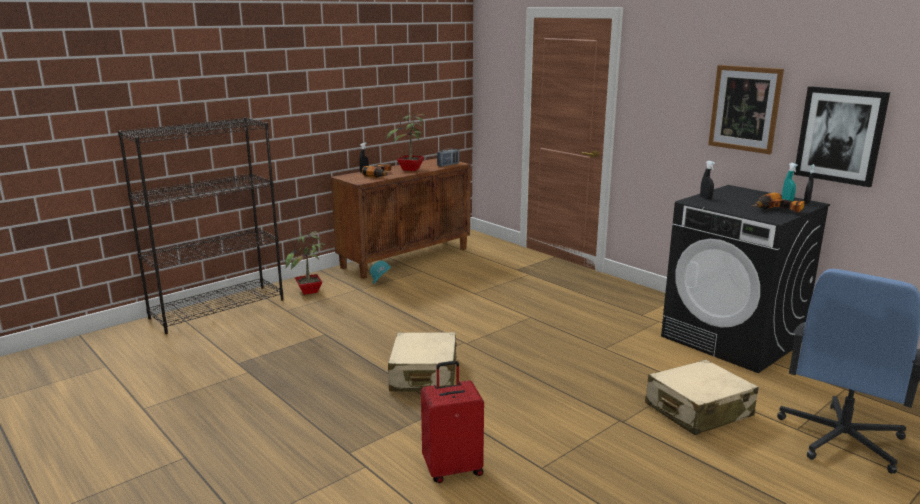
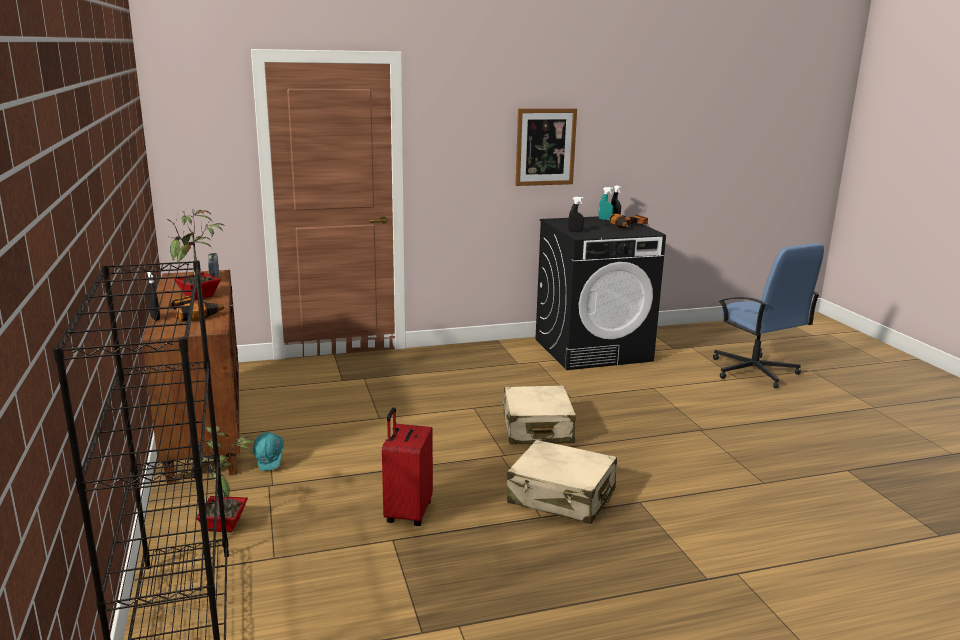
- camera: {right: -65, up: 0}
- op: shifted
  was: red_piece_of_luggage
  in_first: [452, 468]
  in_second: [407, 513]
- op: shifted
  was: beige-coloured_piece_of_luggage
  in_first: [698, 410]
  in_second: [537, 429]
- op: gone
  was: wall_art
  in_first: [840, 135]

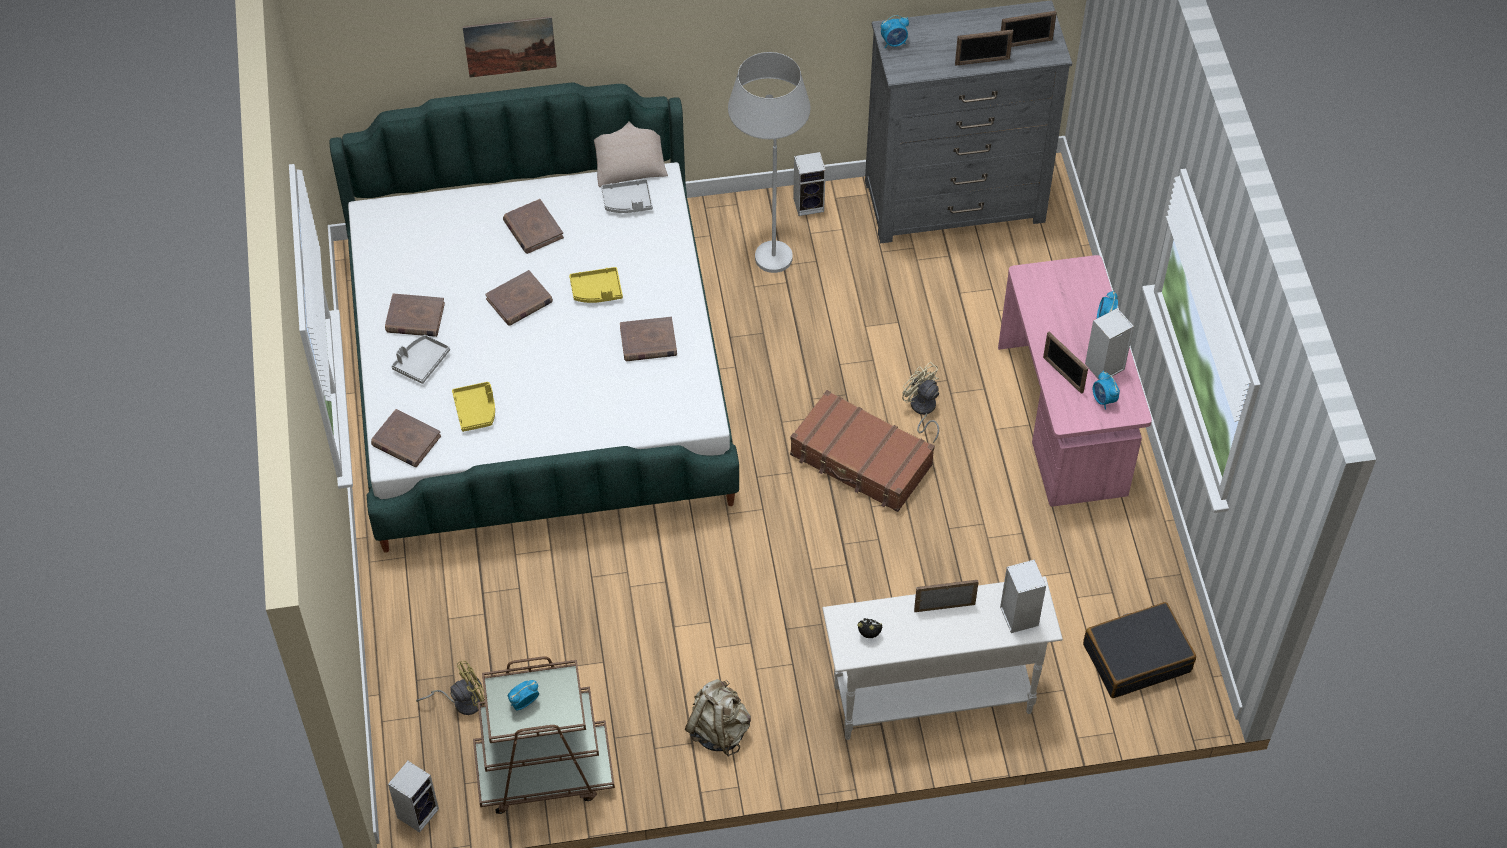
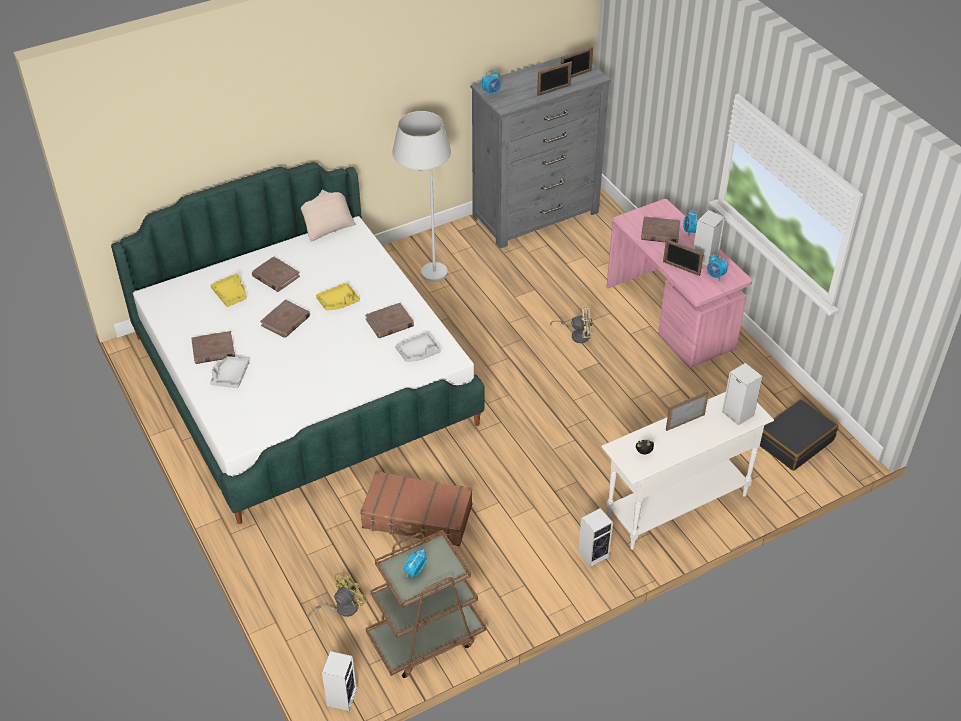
- camera: {right: -20, up: -10}
- op: shifted
  was: brown_volume
  in_first: [406, 441]
  in_second: [660, 232]
- op: shifted
  was: yellow-coloured_serving_tray
  in_first: [476, 410]
  in_second: [231, 294]
- op: gone
  was: wall_art
  in_first: [510, 46]
- op: shifted
  was: gray_serving_tray
  in_first: [627, 202]
  in_second: [418, 352]
- op: gone
  was: beige-coloured_knapsack
  in_first: [719, 730]
- op: shifted
  was: brown_piece_of_luggage
  in_first: [861, 461]
  in_second: [417, 517]
- op: shifted
  was: audio_speaker
  in_first: [809, 204]
  in_second: [594, 553]
- op: rotated
  was: beige-coloured_cooling_fan
  in_first: [922, 410]
  in_second: [577, 335]
  clockwise: 150

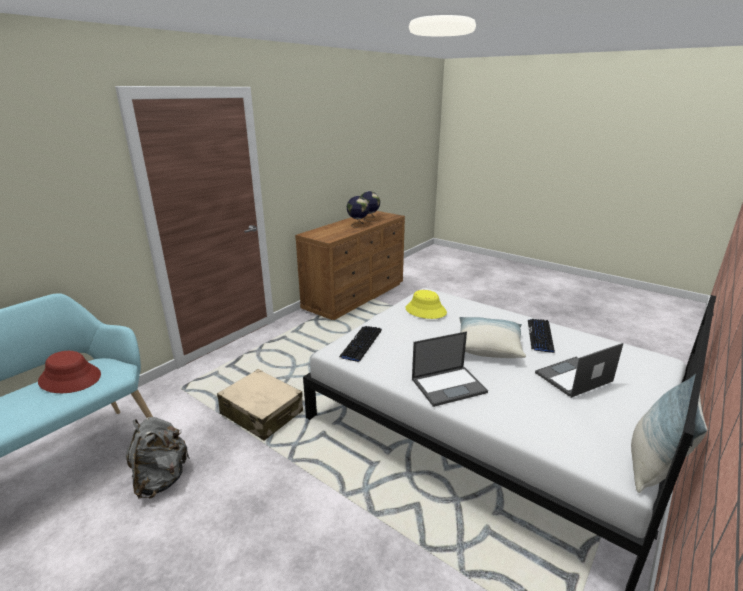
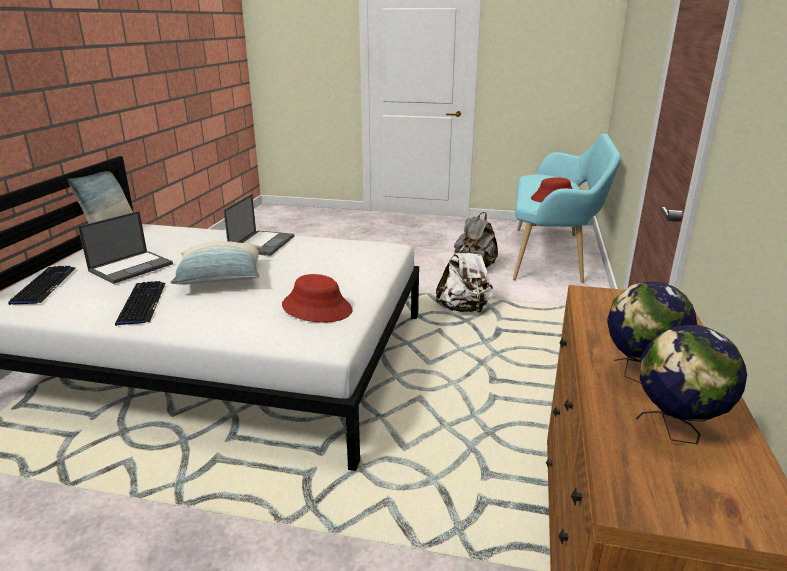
- camera: {right: 155, up: 0}
- op: swapped
  was: beige-coloured_piece_of_luggage
  now: white_knapsack
  in_first: [262, 413]
  in_second: [464, 309]
- op: shifted
  was: PC_keyboard
  in_first: [361, 344]
  in_second: [44, 286]
- op: repainted
  was: yellow-coloured_wearable_hat
  now: red_wearable_hat
  in_first: [425, 311]
  in_second: [317, 308]
- op: rotated
  was: laptop
  in_first: [449, 385]
  in_second: [262, 243]
  clockwise: 150

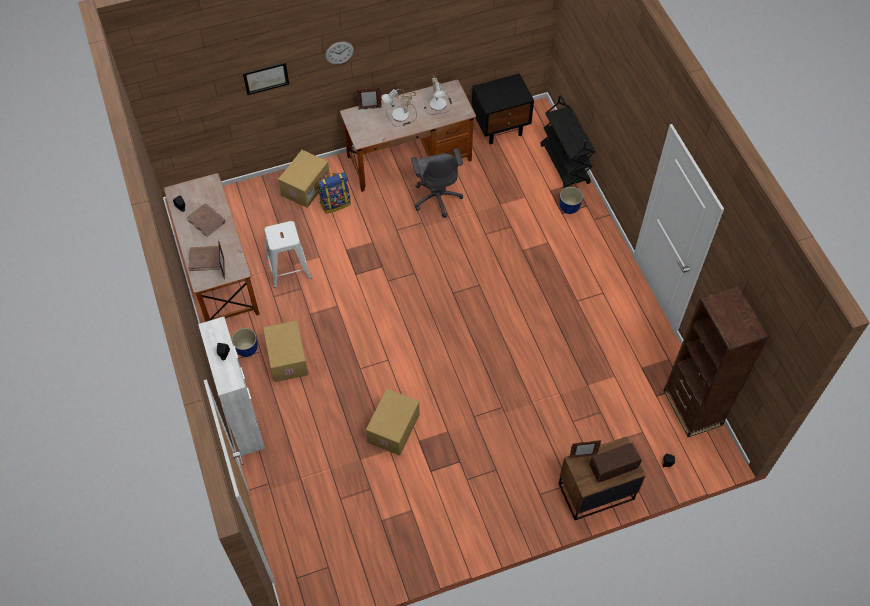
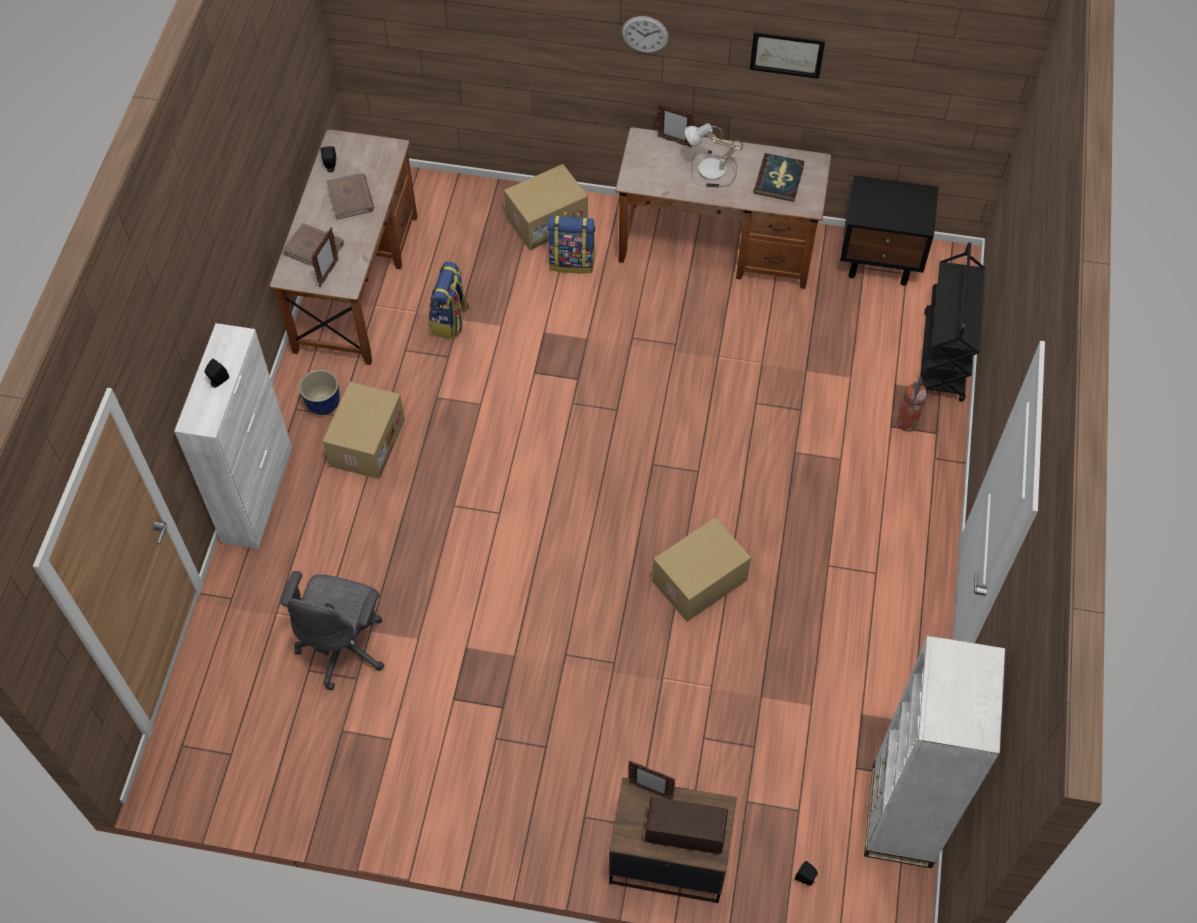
- camera: {right: 30, up: 0}
- op: shifted
  was: wall_art
  in_first: [266, 78]
  in_second: [786, 54]
- op: swapped
  was: white_stool_seat
  now: knapsack
  in_first: [288, 268]
  in_second: [450, 320]
- op: shifted
  was: packing_box
  in_first: [394, 429]
  in_second: [700, 582]
- op: shifted
  was: gray_computer_chair
  in_first: [437, 197]
  in_second: [344, 646]
- op: swapped
  was: lamp_for_a_table
  now: volume
  in_first: [440, 104]
  in_second: [779, 179]
- op: swapped
  was: plant_pot
  now: fire-fighting_cylinder
  in_first: [569, 208]
  in_second: [906, 424]
- op: repainted
  was: brown_bookshelf
  now: white_bookshelf
  in_first: [692, 408]
  in_second: [901, 816]

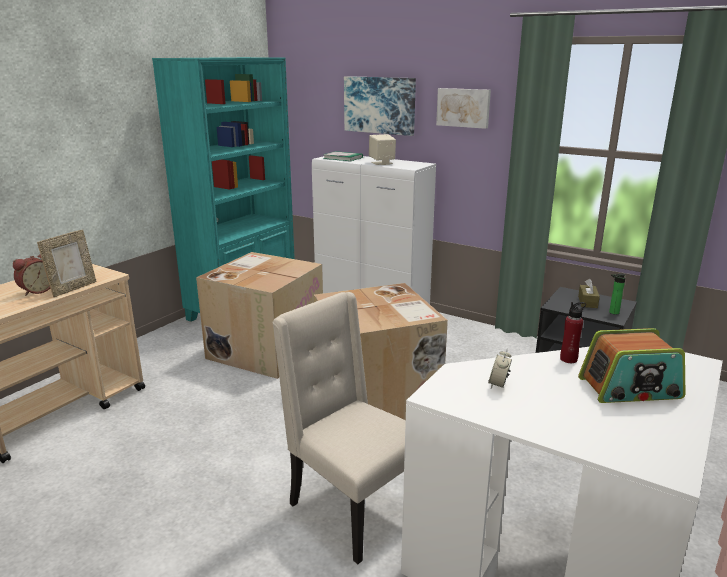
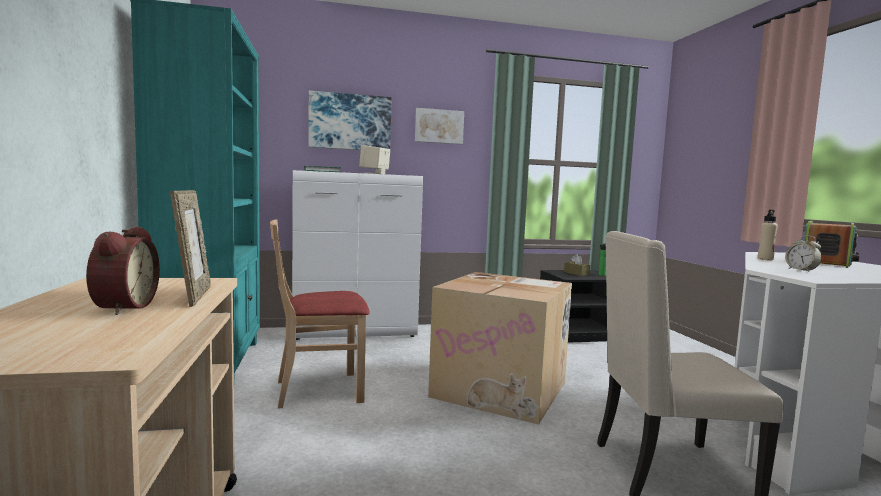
- camera: {right: -45, up: -15}
- op: swapped
  was: packing_box
  now: beige-coloured_chair
  in_first: [266, 349]
  in_second: [319, 390]
- op: repainted
  was: red_beverage_bottle
  now: beige-coloured_beverage_bottle
  in_first: [568, 359]
  in_second: [765, 259]

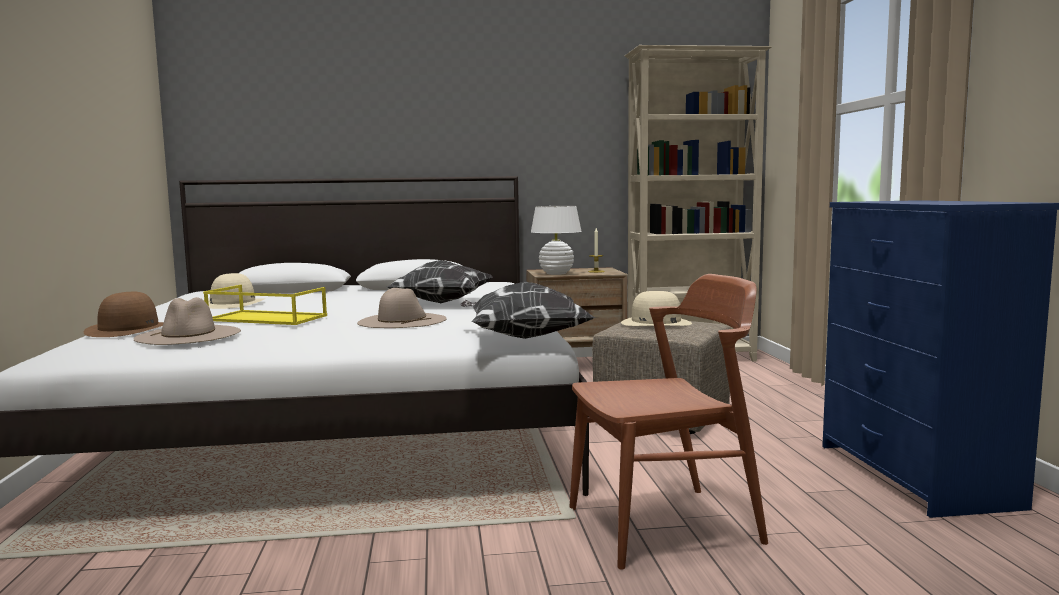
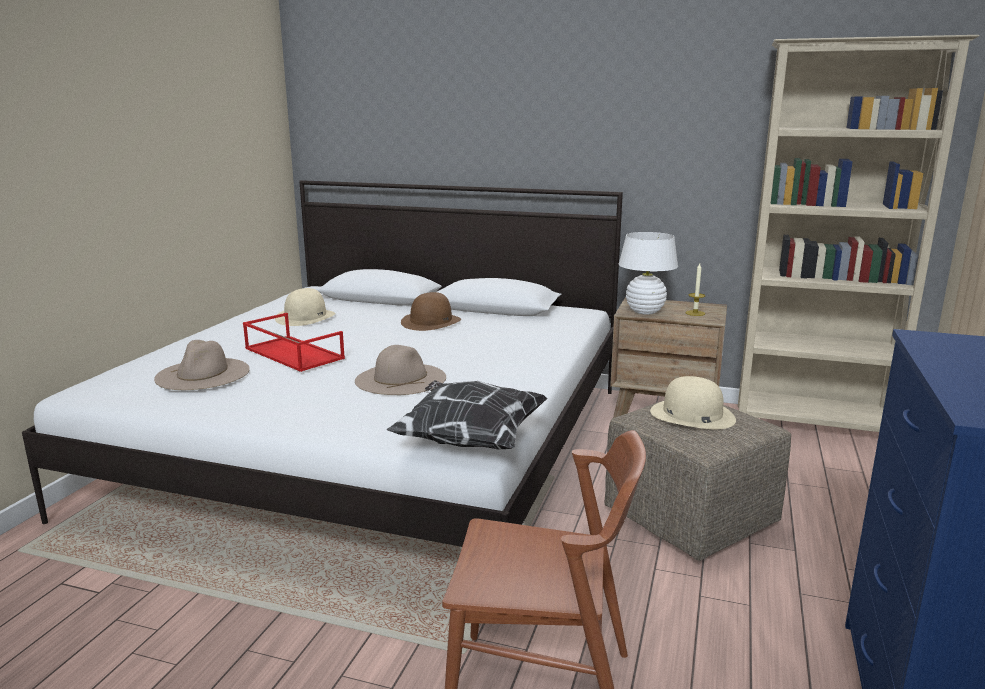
- camera: {right: 25, up: 10}
- op: shifted
  was: brown_wearable_hat
  in_first: [129, 329]
  in_second: [431, 321]
- op: repainted
  was: yellow-coloured_serving_tray
  now: red_serving_tray
  in_first: [265, 318]
  in_second: [292, 353]
- op: gone
  was: pillow
  in_first: [440, 303]

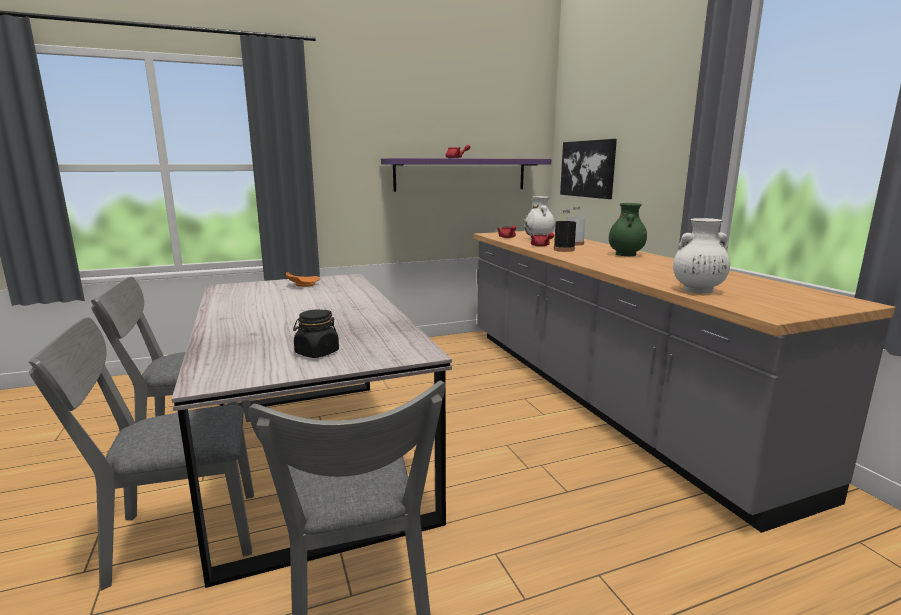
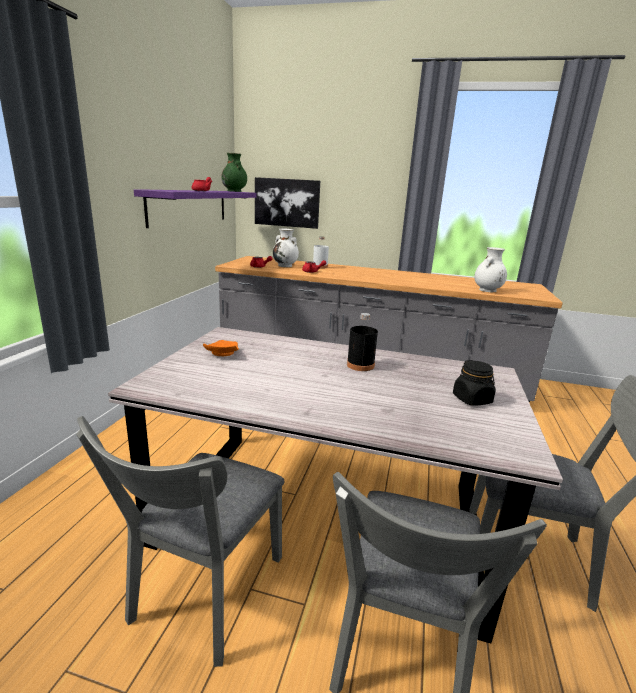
- camera: {right: -55, up: 5}
- op: shifted
  was: blackish_beverage_bottle
  in_first: [564, 250]
  in_second: [360, 365]
- op: shifted
  was: green-coloured_decorative_vase
  in_first: [626, 254]
  in_second: [234, 191]

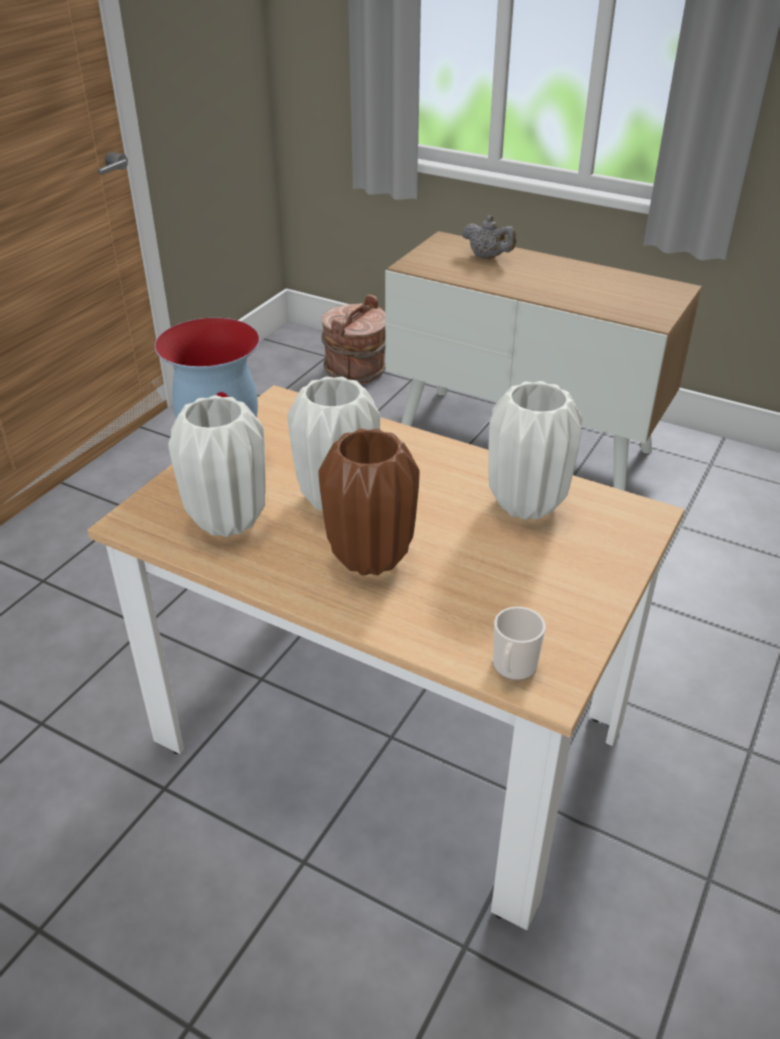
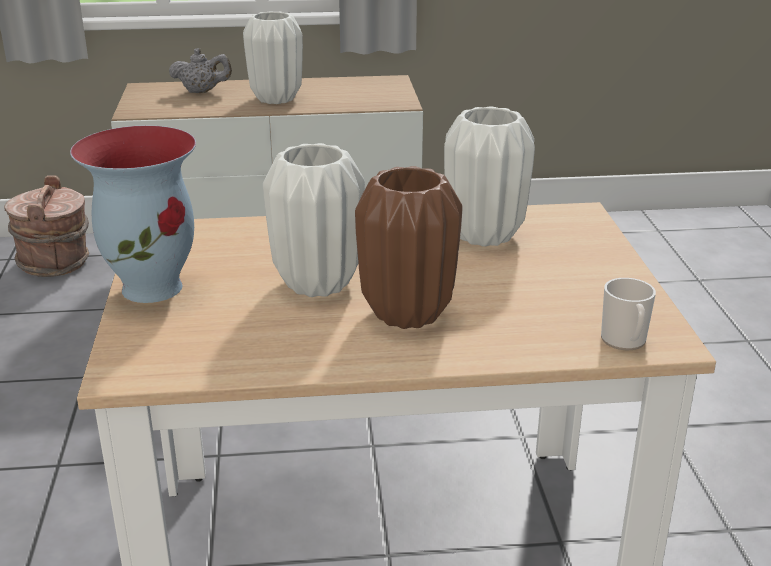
- camera: {right: -35, up: -10}
- op: shifted
  was: white_decorative_vase
  in_first: [226, 520]
  in_second: [275, 99]

